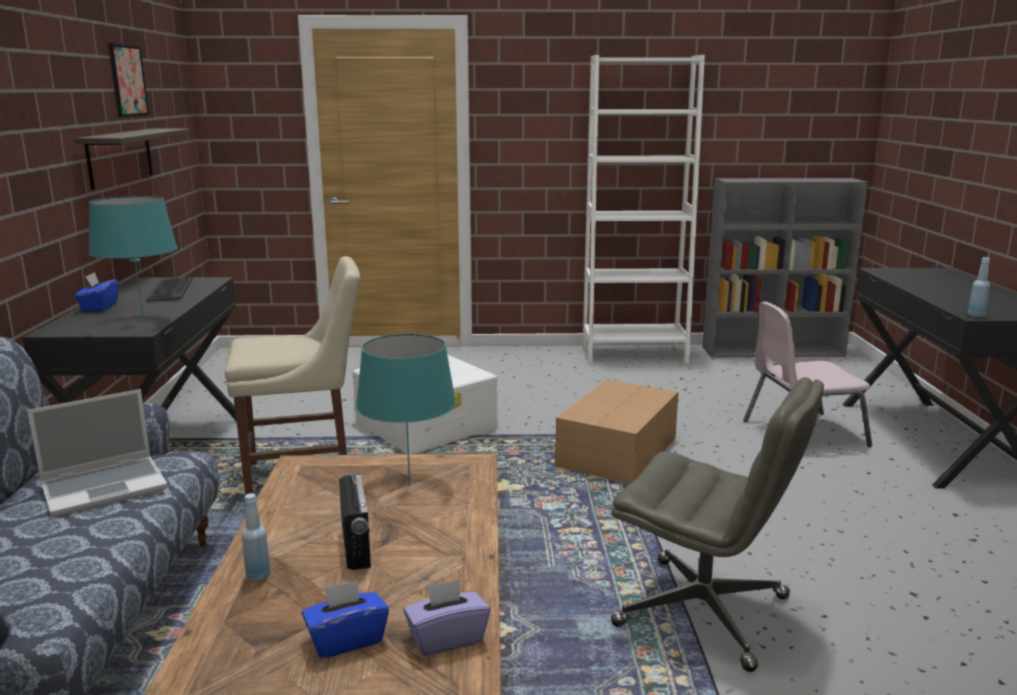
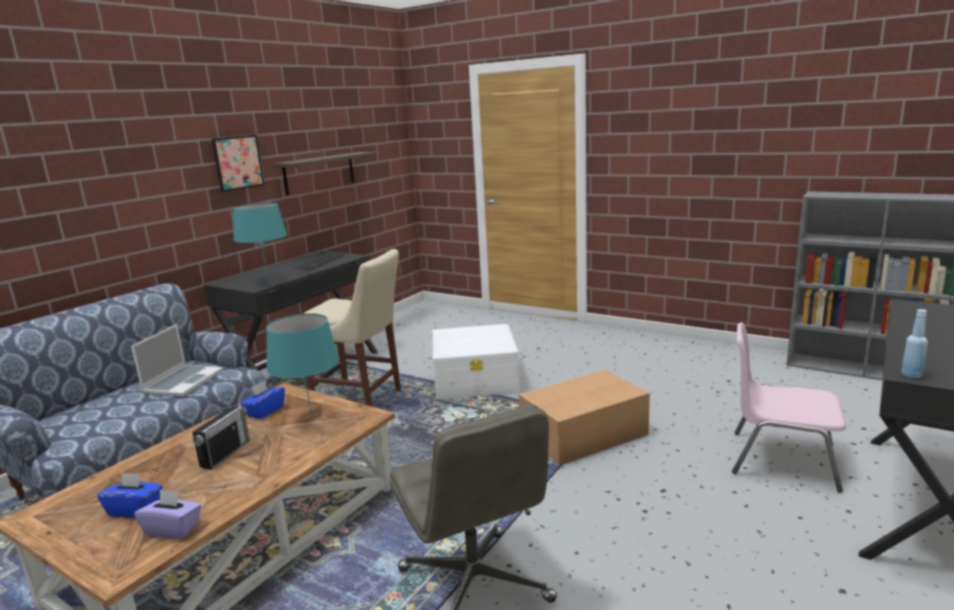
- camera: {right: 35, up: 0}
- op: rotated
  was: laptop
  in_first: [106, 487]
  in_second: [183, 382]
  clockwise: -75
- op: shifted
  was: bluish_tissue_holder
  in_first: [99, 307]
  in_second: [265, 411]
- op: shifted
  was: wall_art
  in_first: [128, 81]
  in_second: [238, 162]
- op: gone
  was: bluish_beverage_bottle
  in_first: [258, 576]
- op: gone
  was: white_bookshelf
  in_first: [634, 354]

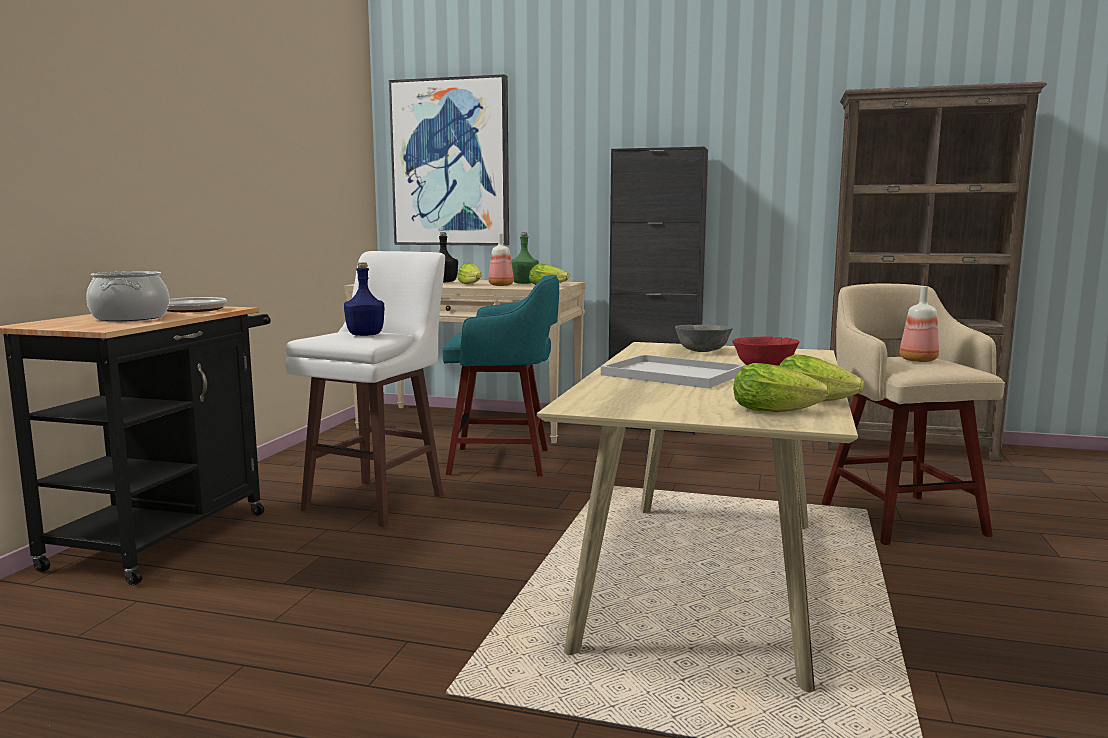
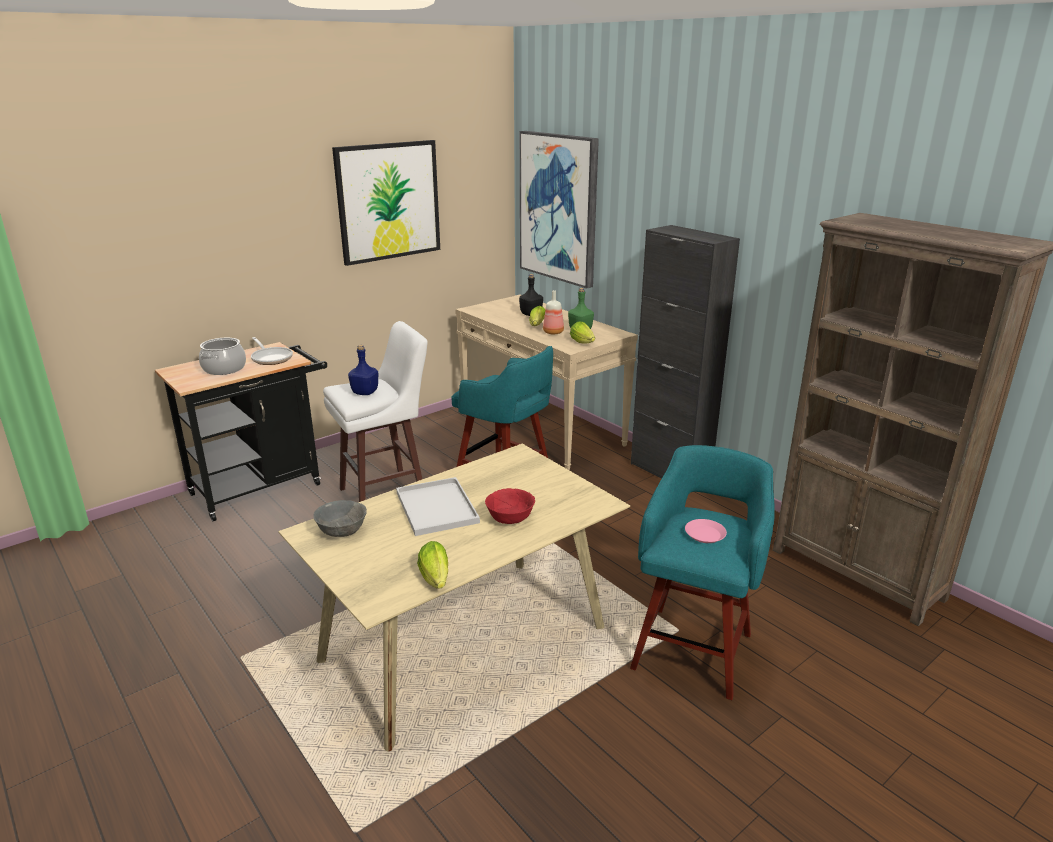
- camera: {right: 35, up: 15}
- op: shifted
  was: gray_deep_dish
  in_first: [702, 351]
  in_second: [342, 531]
- op: gone
  was: lettuce_head
  in_first: [779, 411]
- op: repainted
  was: beige-coloured_stool_seat
  now: blue-green_stool_seat
  in_first: [899, 517]
  in_second: [693, 648]
- op: swapped
  was: beverage_bottle
  now: pink_plate
  in_first: [917, 360]
  in_second: [704, 534]
- op: new
  now: wall_art
  in_second: [388, 201]

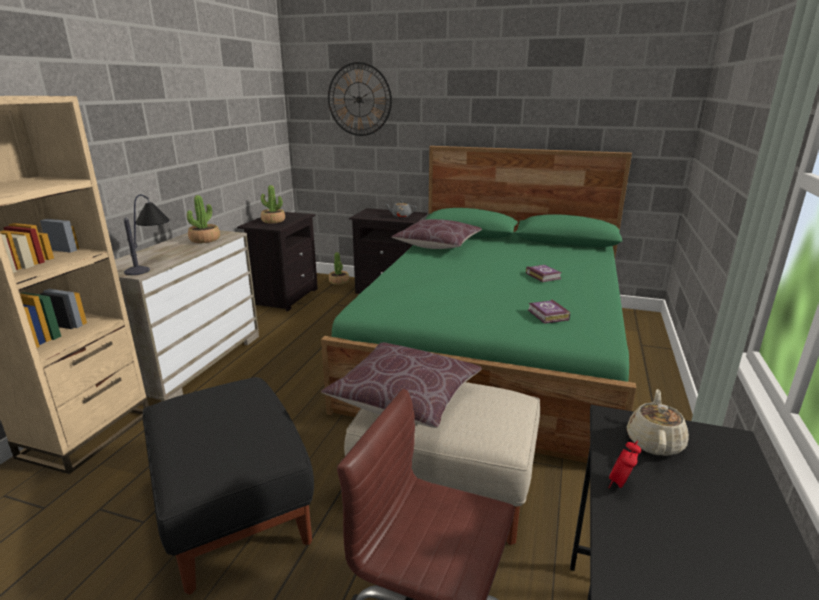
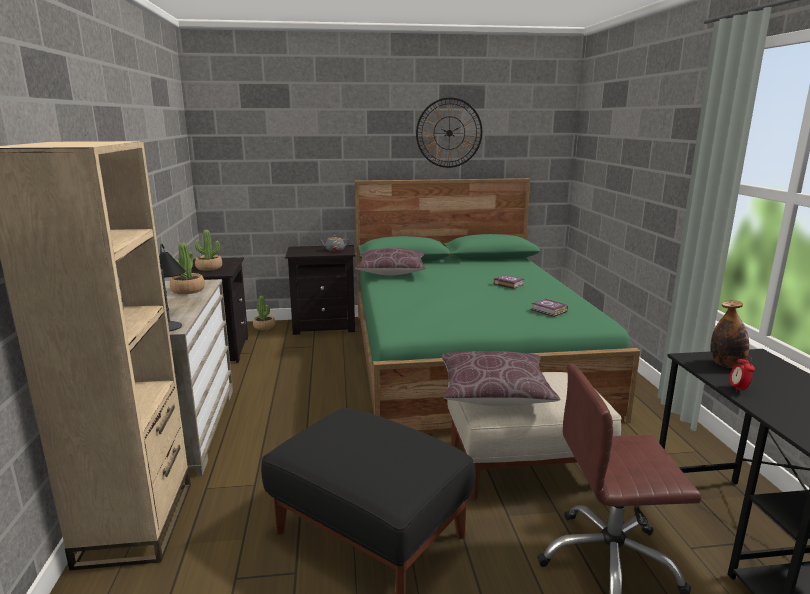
- camera: {right: -25, up: -5}
- op: shifted
  was: clock_on_the_wall
  in_first: [359, 99]
  in_second: [449, 133]
- op: swapped
  was: beige-coloured_tea_pot
  now: beverage_bottle
  in_first: [654, 442]
  in_second: [726, 365]

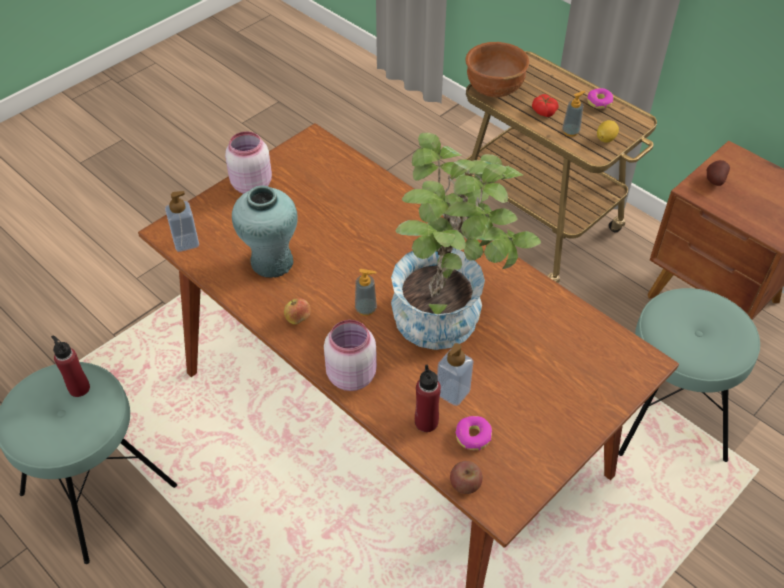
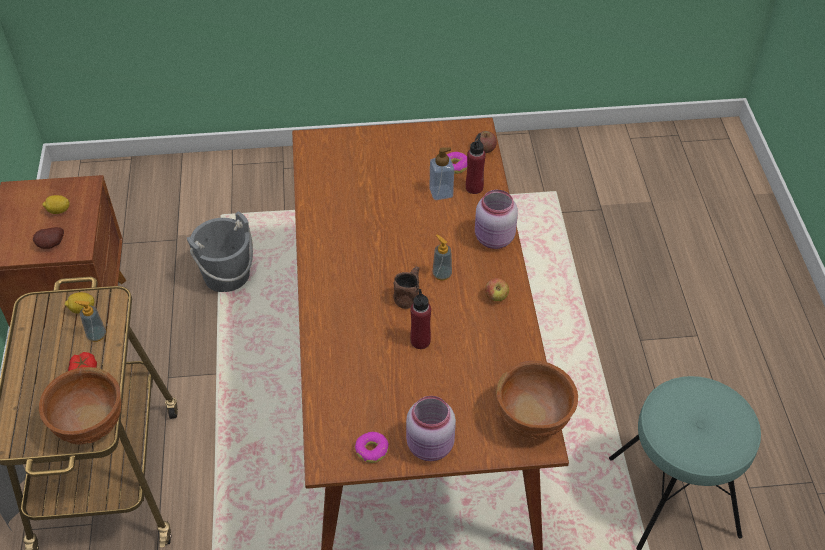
- camera: {right: -140, up: 0}
- op: shifted
  was: red_beverage_bottle
  in_first: [79, 388]
  in_second: [420, 341]
- op: swapped
  was: soap_bottle
  now: brown_deep_dish
  in_first: [186, 242]
  in_second: [533, 420]
- op: gone
  was: blue-green_decorative_vase
  in_first: [272, 262]
- op: gone
  was: plant_in_a_pot
  in_first: [449, 319]
- op: shifted
  was: donut
  in_first: [599, 102]
  in_second: [372, 450]
- op: swapped
  was: blue-green_stool_seat
  now: gray_water_bucket
  in_first: [665, 414]
  in_second: [226, 275]
- op: new
  now: whole_lemon
  in_second: [58, 211]
- op: new
  now: brown_tea_mug
  in_second: [409, 294]

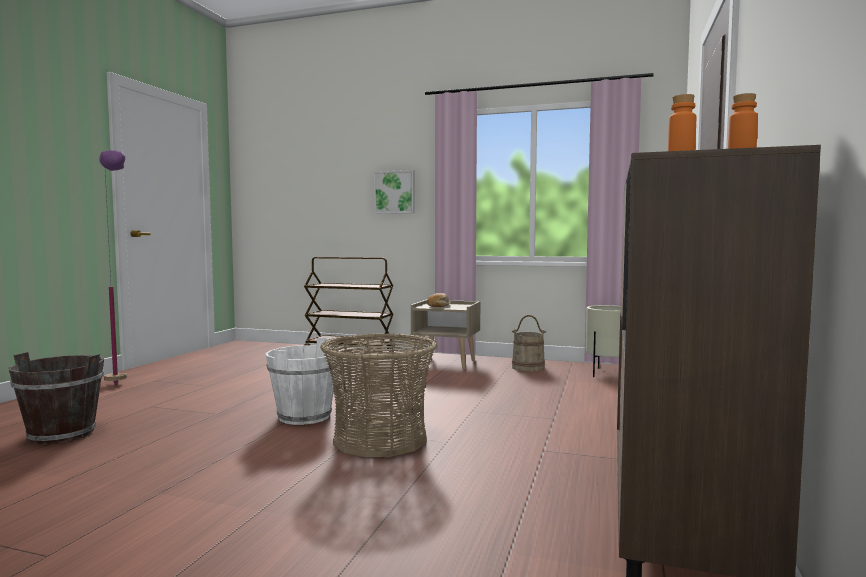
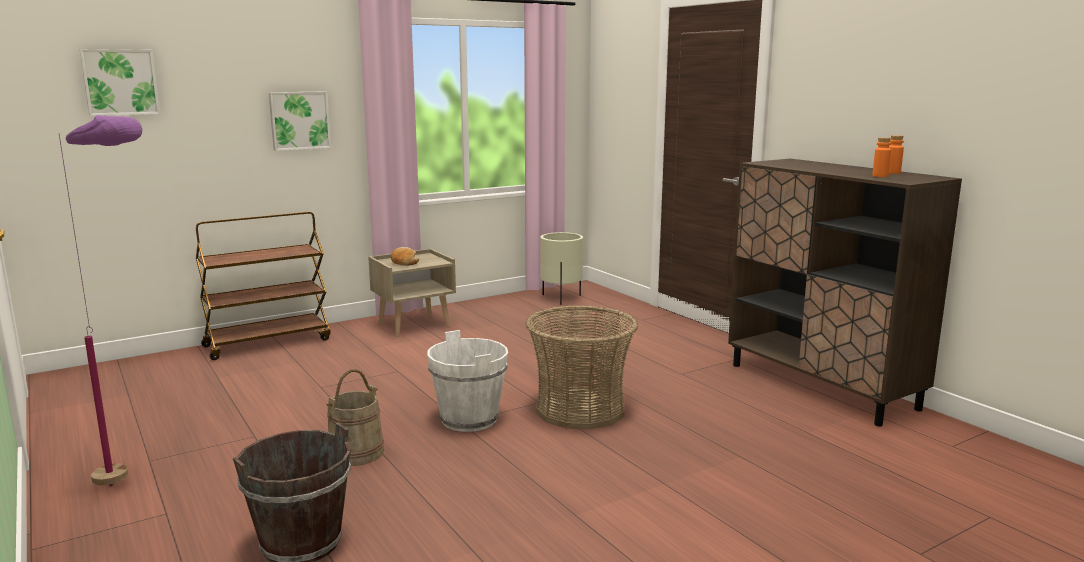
- camera: {right: -50, up: 10}
- op: shifted
  was: beige-coloured_water_bucket
  in_first: [528, 367]
  in_second: [356, 452]
- op: new
  now: wall_art
  in_second: [120, 82]

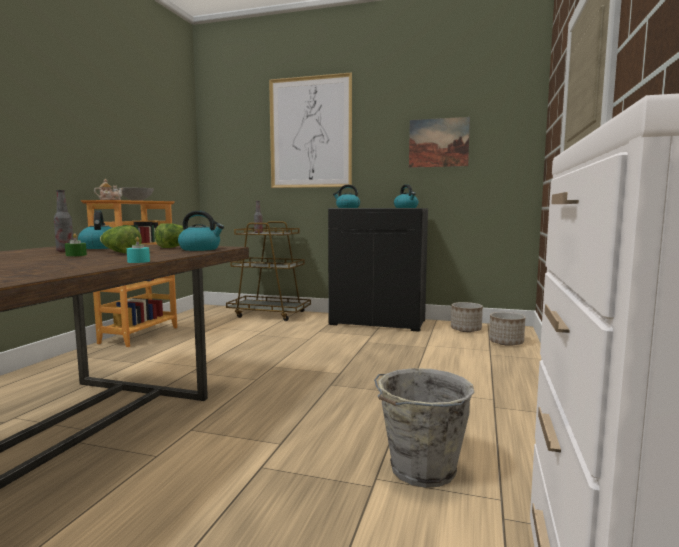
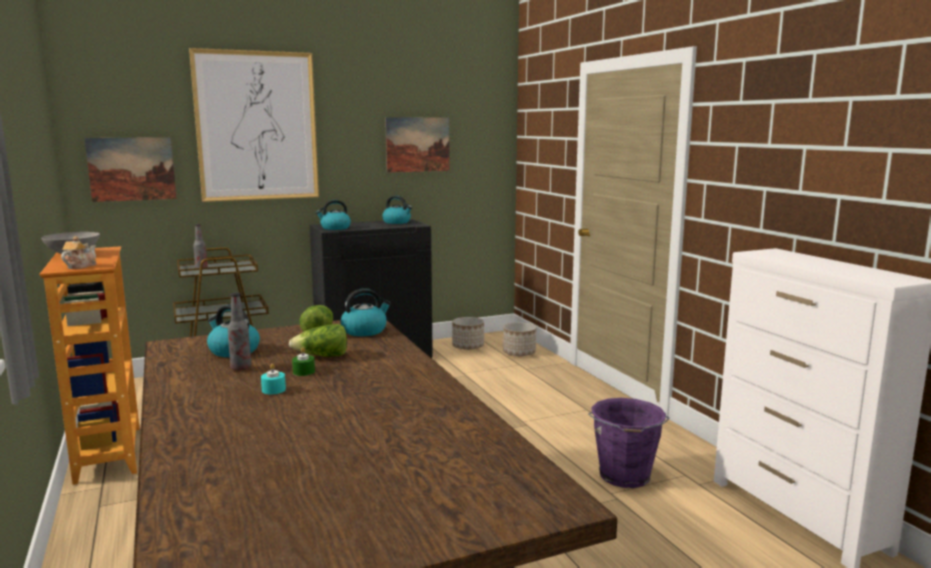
- camera: {right: -40, up: 5}
- op: shifted
  was: blue-green_wax_light
  in_first: [138, 261]
  in_second: [273, 390]
- op: repainted
  was: gray_water_bucket
  now: purplish_water_bucket
  in_first: [420, 470]
  in_second: [624, 477]
- op: new
  now: wall_art
  in_second: [132, 169]

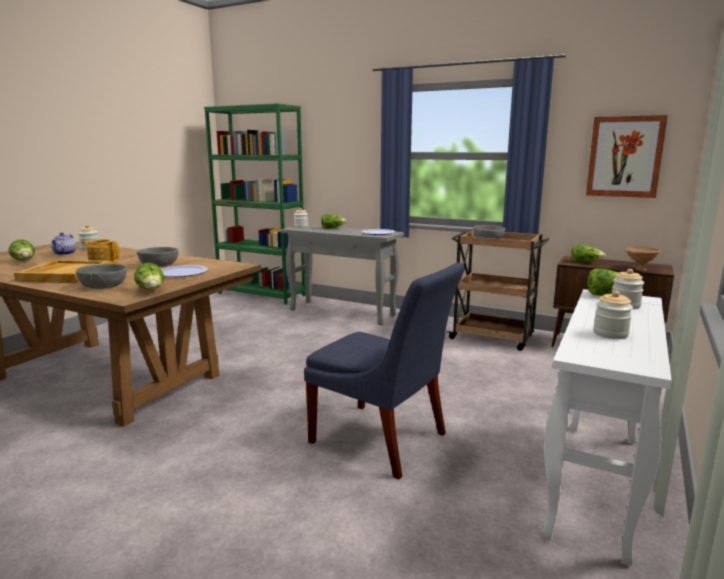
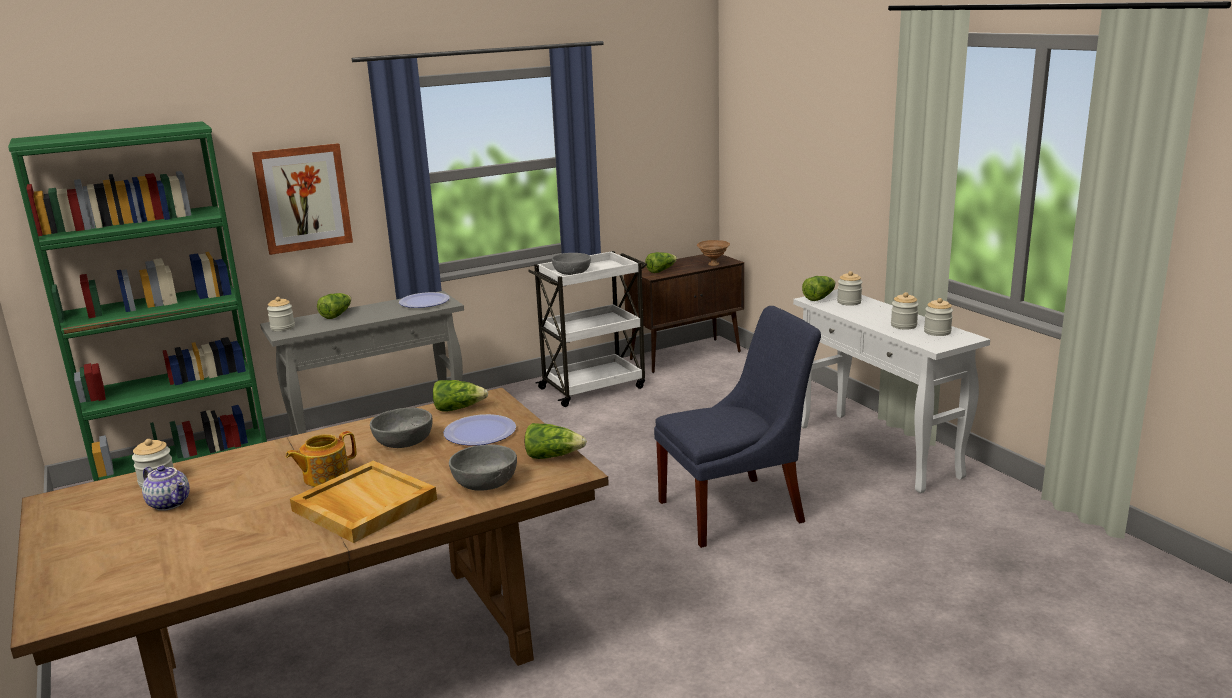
- camera: {right: -55, up: 5}
- op: shifted
  was: lettuce_head
  in_first: [24, 261]
  in_second: [458, 408]
- op: repainted
  was: brown_cart
  now: white_cart
  in_first: [493, 337]
  in_second: [594, 387]
- op: shifted
  was: wall_art
  in_first: [624, 157]
  in_second: [303, 198]
- op: new
  now: storage_jar
  in_second: [937, 332]

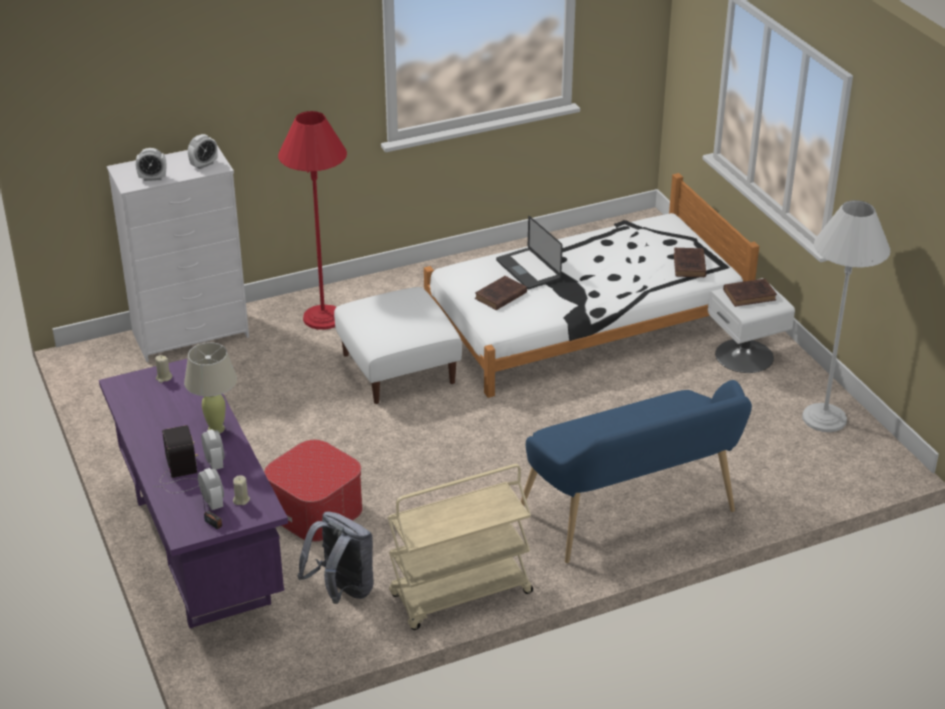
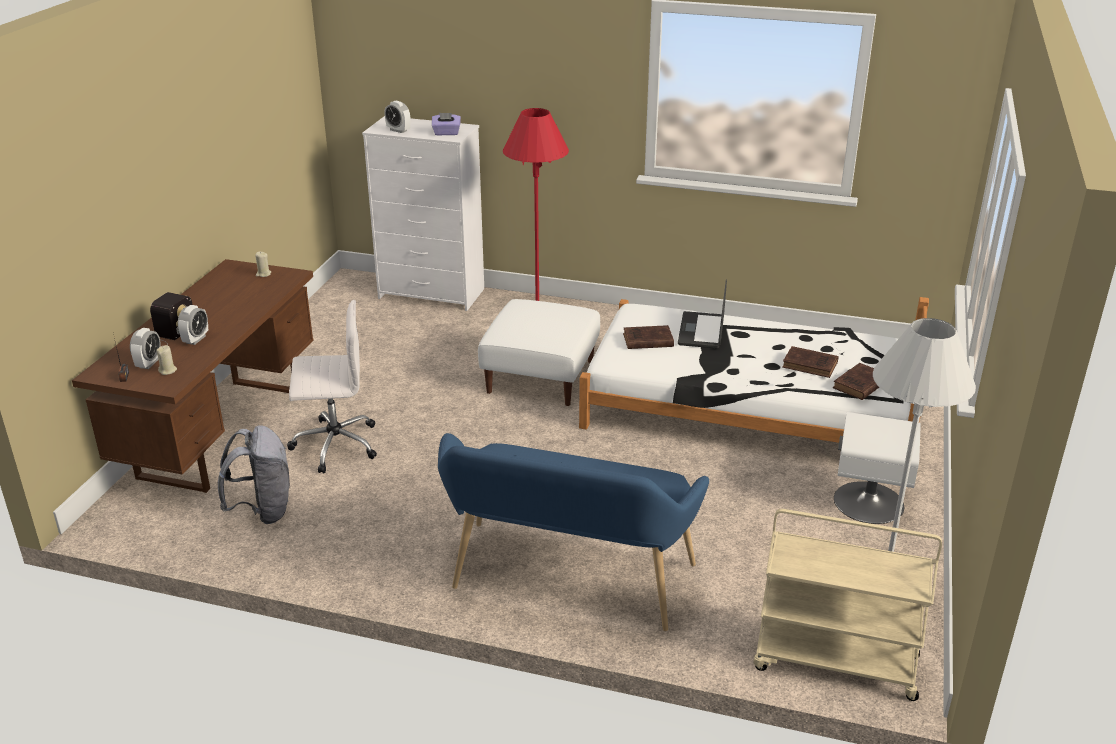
- camera: {right: 40, up: -5}
- op: repainted
  was: purplish_desk
  now: brown_desk
  in_first: [200, 550]
  in_second: [222, 432]
- op: gone
  was: beige-coloured_lamp_for_a_table
  in_first: [216, 429]
- op: swapped
  was: bedside_clock
  now: purplish_tissue_holder
  in_first: [204, 164]
  in_second: [446, 133]
- op: swapped
  was: ottoman
  now: white_computer_chair
  in_first: [316, 510]
  in_second: [334, 444]
- op: shifted
  was: beige-coloured_cart
  in_first: [460, 595]
  in_second: [834, 663]
- op: shifted
  was: brown_volume
  in_first: [750, 295]
  in_second: [811, 365]

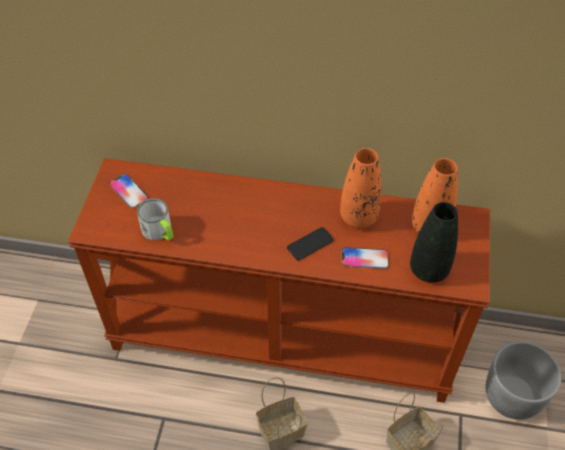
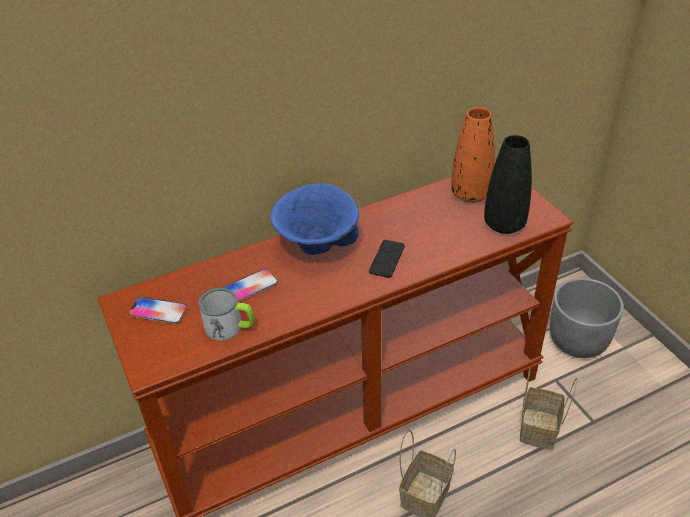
- camera: {right: -35, up: -10}
- op: gone
  was: orangey_decorative_vase
  in_first: [358, 217]
- op: shifted
  was: handset
  in_first: [364, 259]
  in_second: [249, 287]
- op: new
  now: bluish_deep_dish
  in_second: [316, 247]

